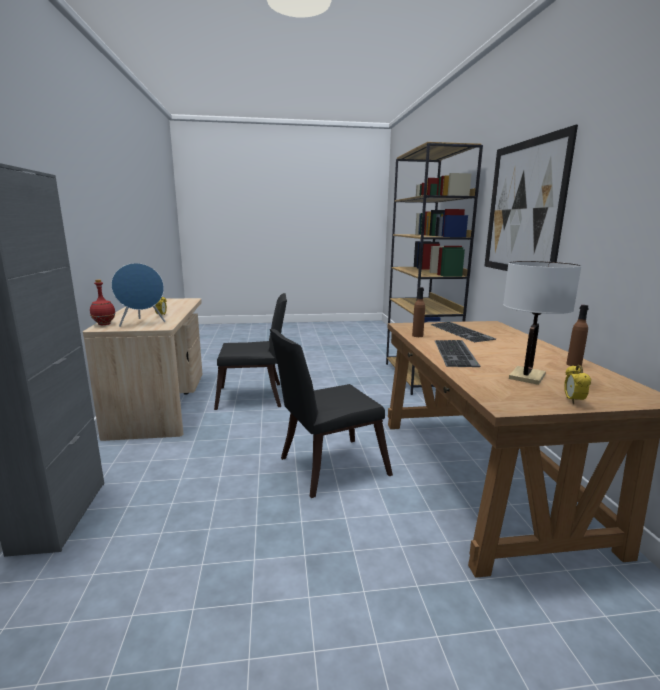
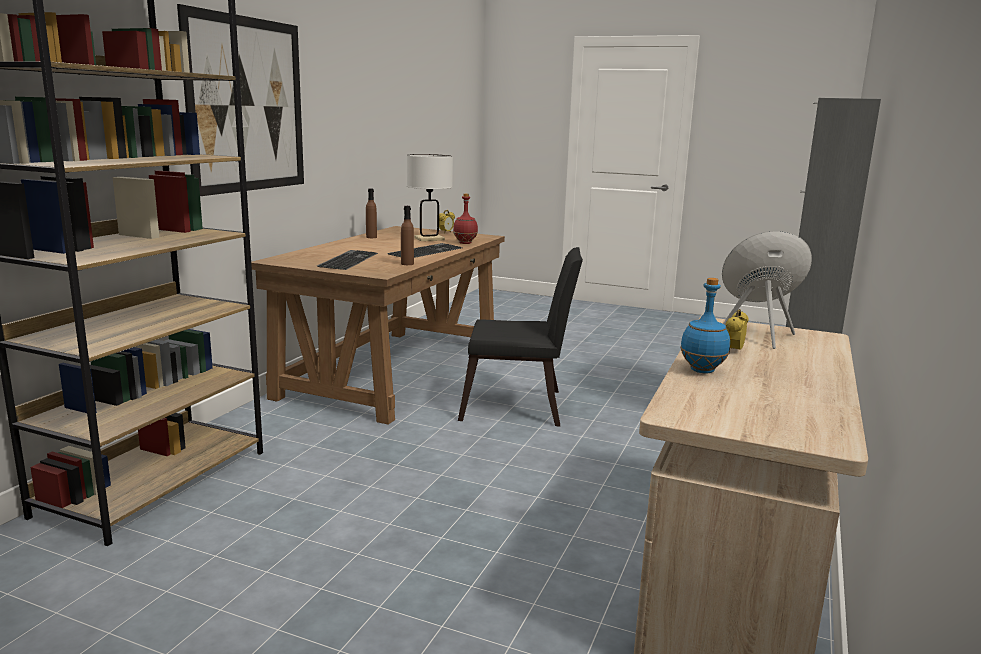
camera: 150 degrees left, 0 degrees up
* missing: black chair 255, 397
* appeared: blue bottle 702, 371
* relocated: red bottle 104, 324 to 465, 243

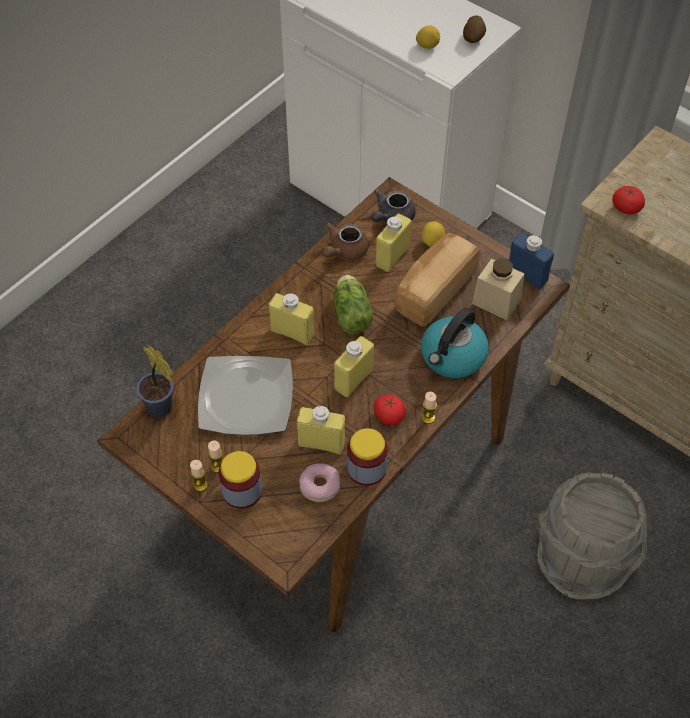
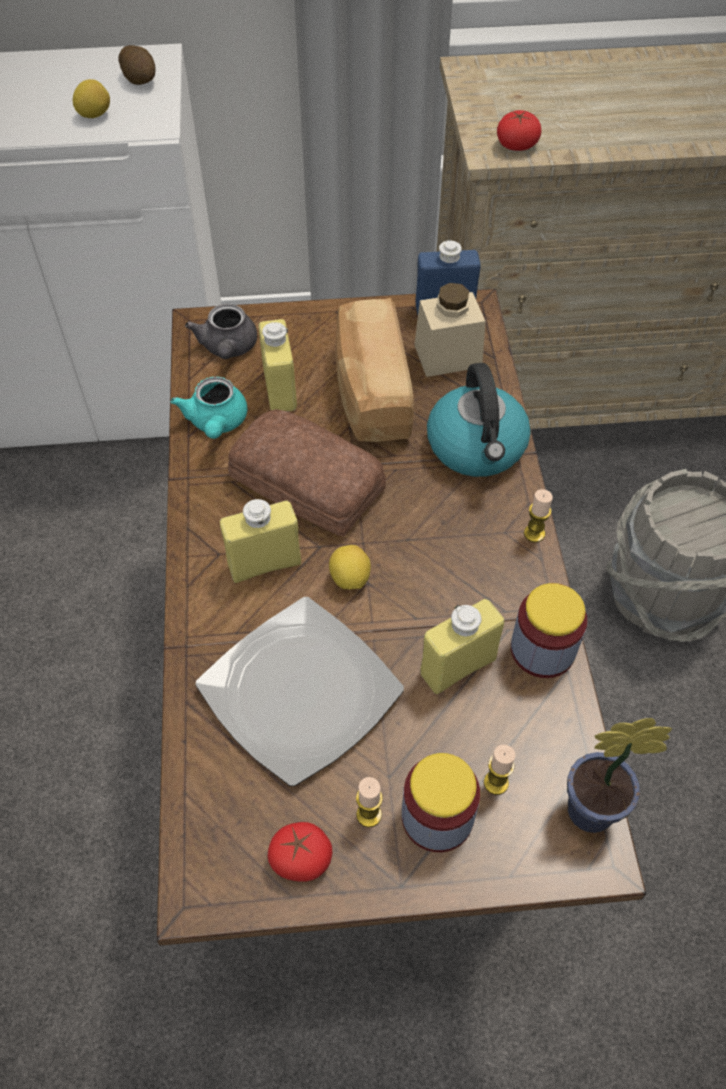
camera: 45 degrees left, 0 degrees up
* missing: donut 320, 486
* missing: yellow bottle 353, 379
* relocated: potted plant 162, 409 to 597, 810
* relocated: candle 200, 485 to 496, 783
* relocated: tomato 389, 415 to 301, 858
* relocated: lemon 432, 241 to 350, 578
* exchanged: lettuce 351, 312 to bread 307, 485
* colour: brown teapot 344, 251 to turquoise teapot 216, 423

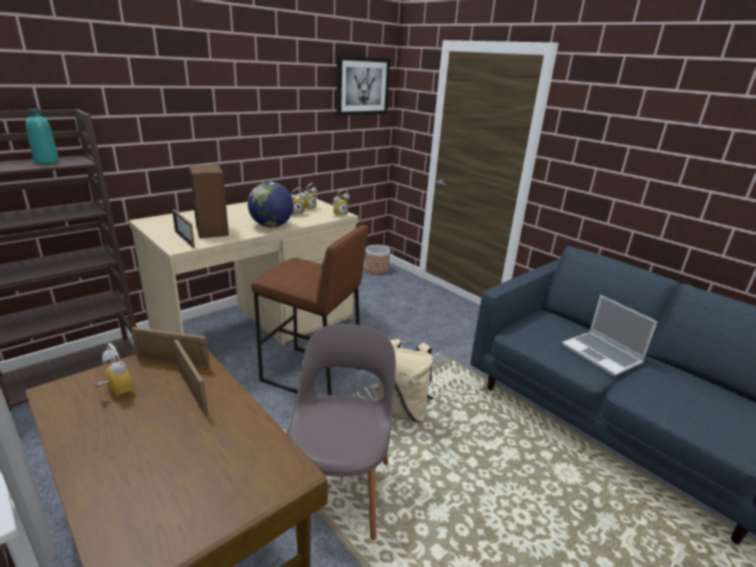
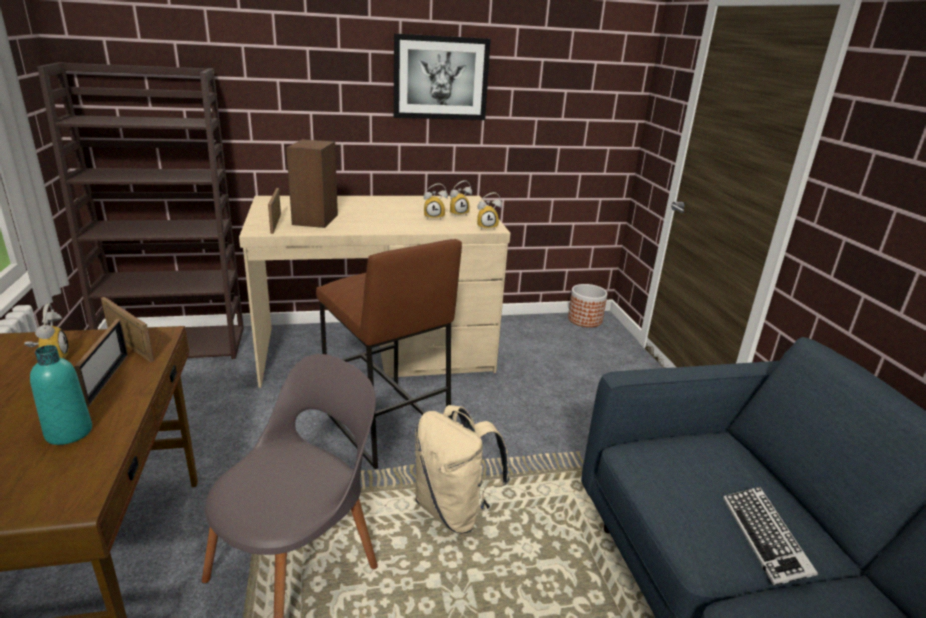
camera: 30 degrees right, 0 degrees up
* missing: globe 271, 226
* relocated: turquoise bottle 46, 162 to 69, 432
* relocated: picture 362, 86 to 440, 78
* exchanged: laptop 602, 355 to keyboard 764, 539

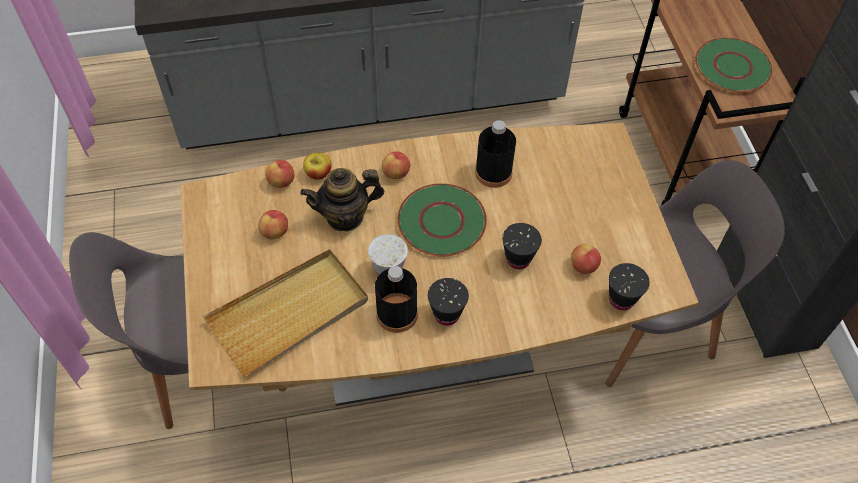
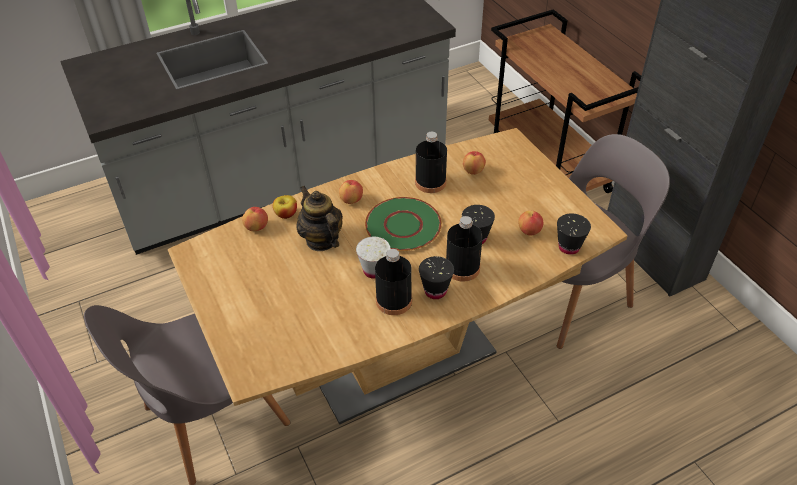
camera: 15 degrees left, 10 degrees down
* missing: beige tray 289, 314
* missing: green plate 732, 66
* appeared: black bottle 462, 268
* relocated: apple 275, 232 to 473, 171
* spun: teapot 345, 216 = 321, 240 90 degrees clockwise

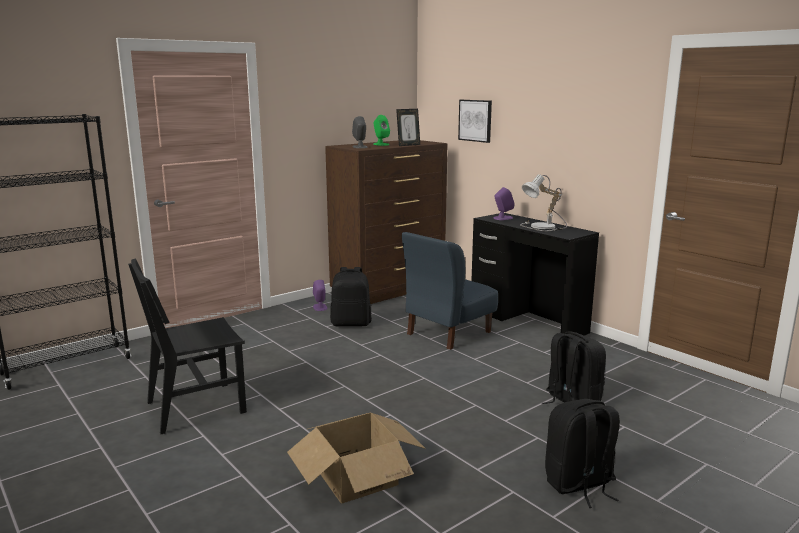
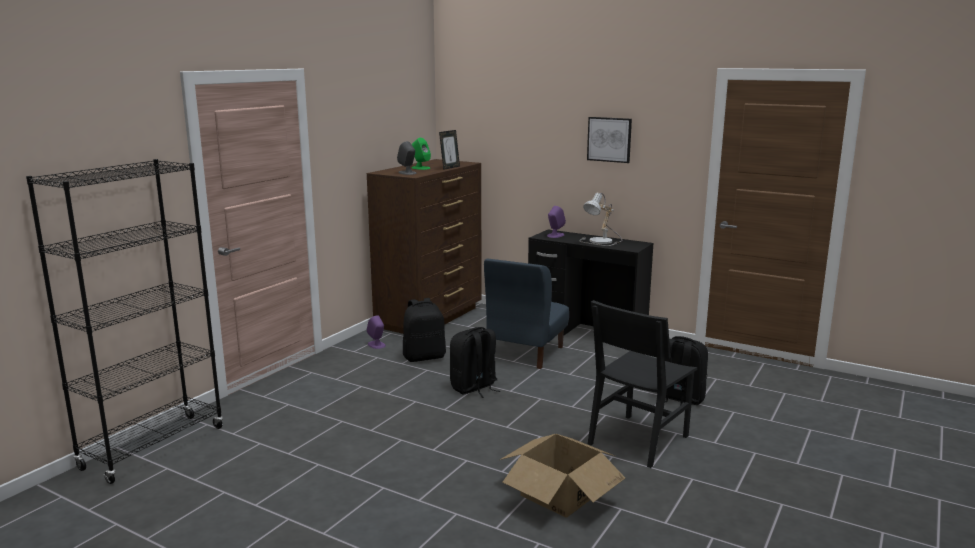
camera: 20 degrees left, 0 degrees up
* relocated: black chair 195, 407 to 638, 440
* relocated: picture 475, 120 to 609, 139
* relocated: black backpack 579, 485 to 474, 388

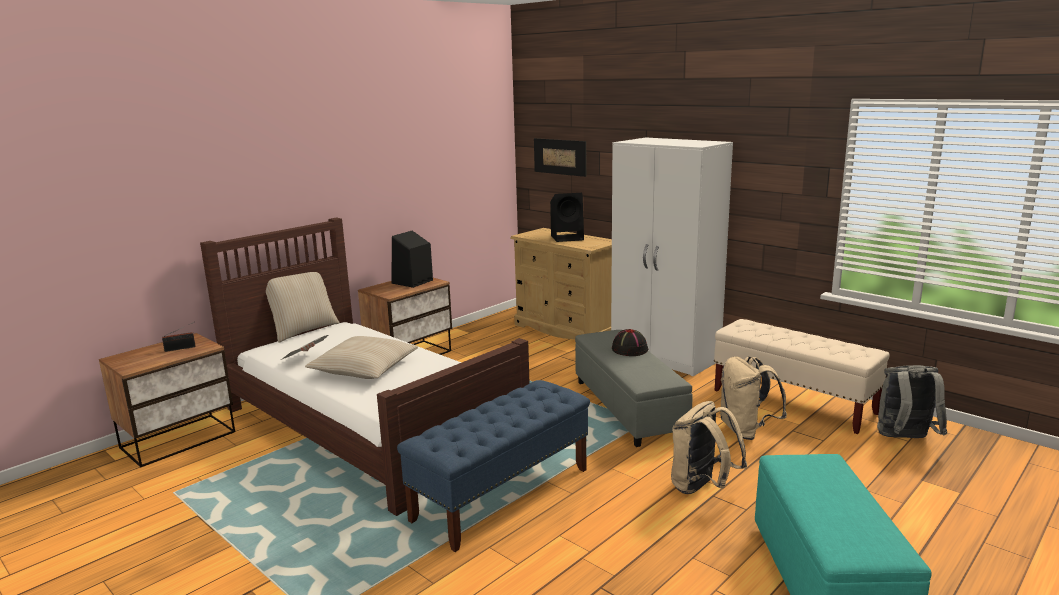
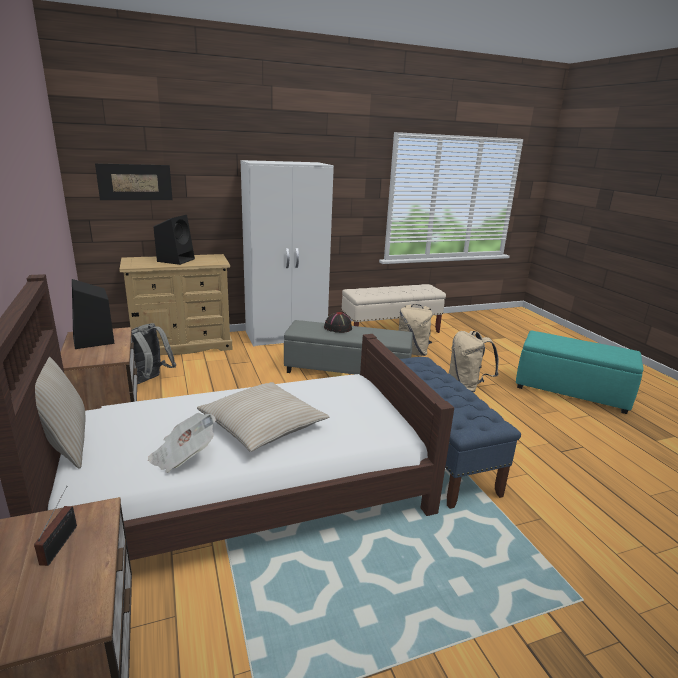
camera: 65 degrees left, 5 degrees up
* relocated: grey backpack 905, 439 to 148, 381

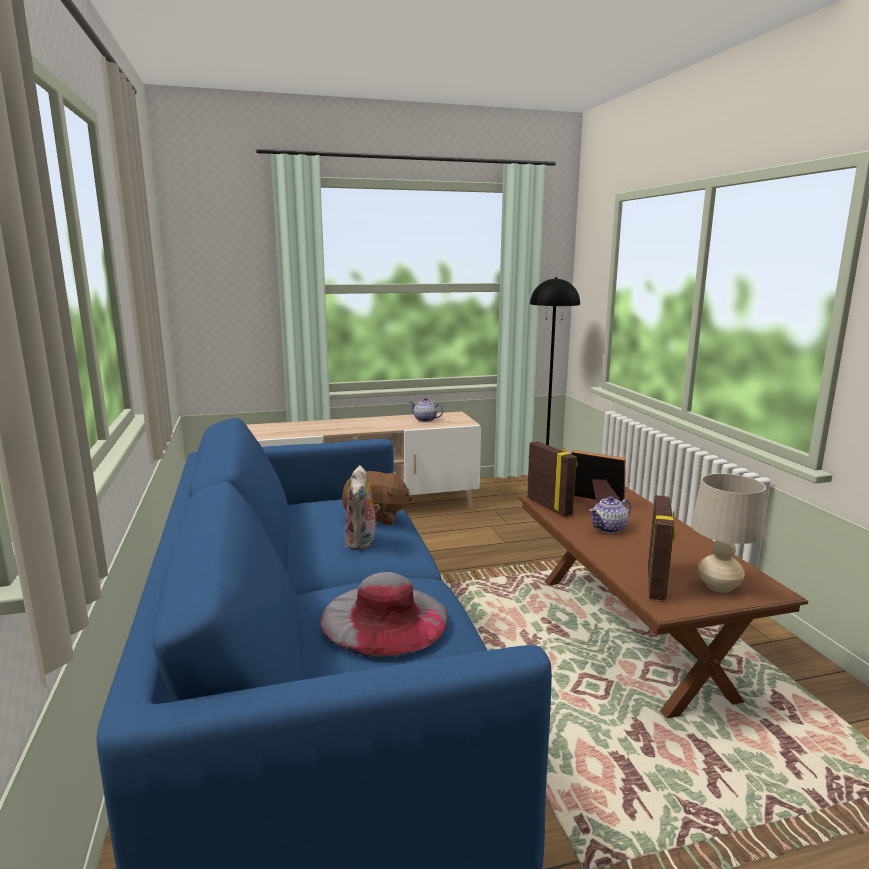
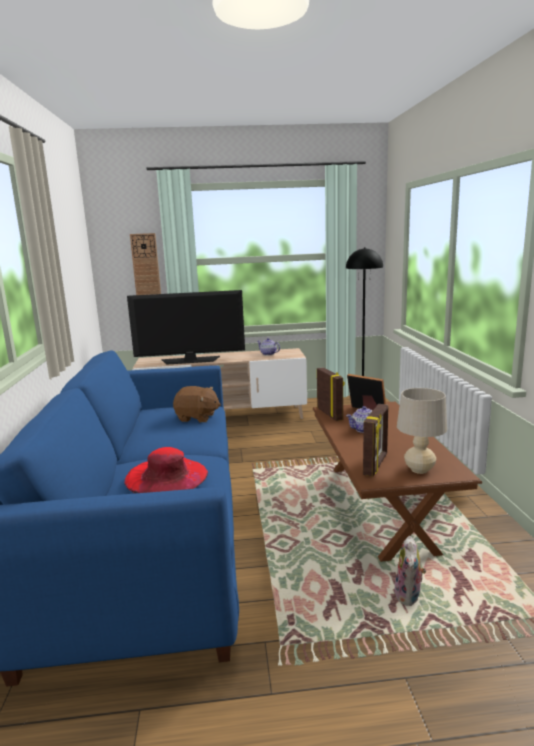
camera: 10 degrees right, 0 degrees up
* appeared: television 190, 360
* appeared: wall clock 146, 267
* relocated: plush toy 362, 542 to 409, 597
* colour: grey hat 384, 618 to red hat 166, 476

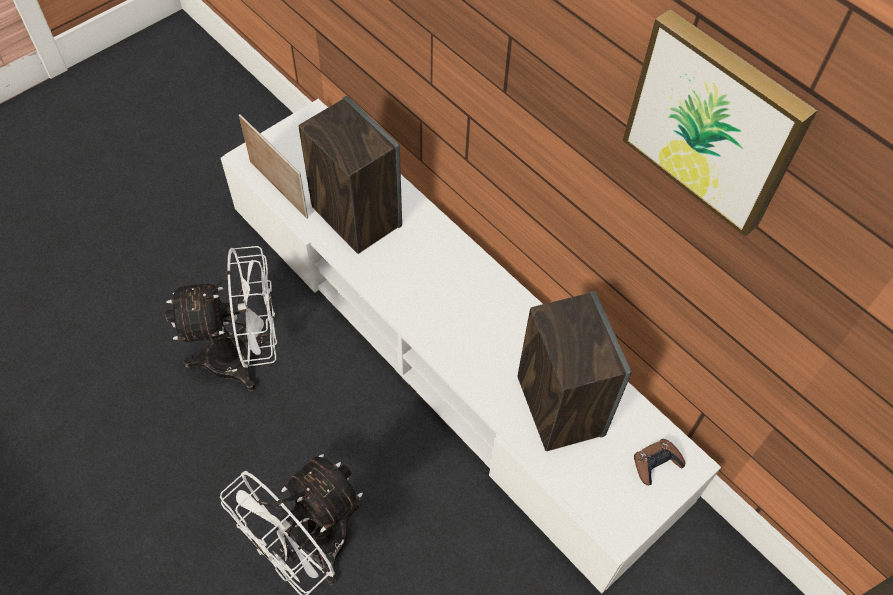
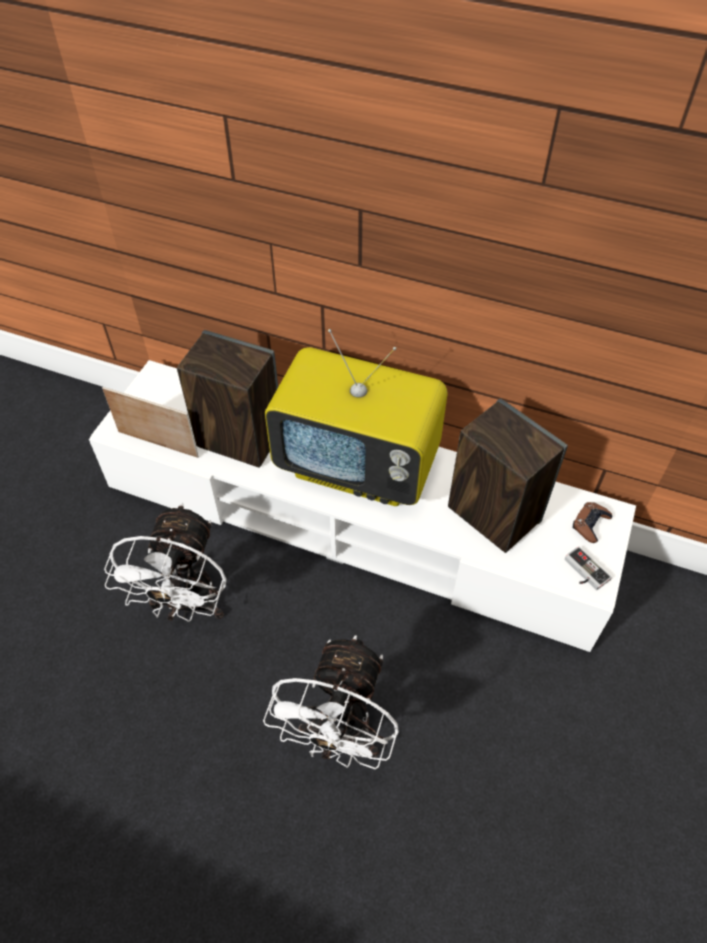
camera: 25 degrees left, 5 degrees down
* missing: picture 715, 122
* appeared: television 359, 466
* appeared: game controller 583, 572
* spun: white fan 244, 357 = 188, 605 135 degrees clockwise

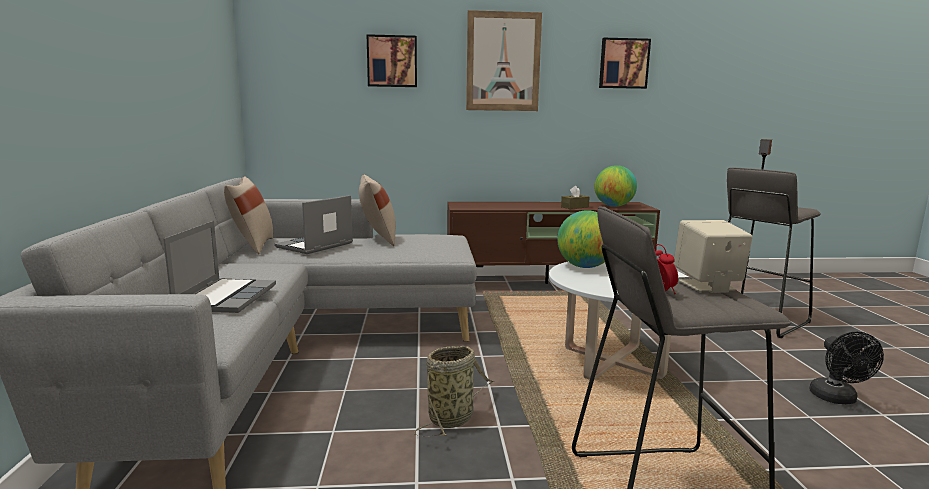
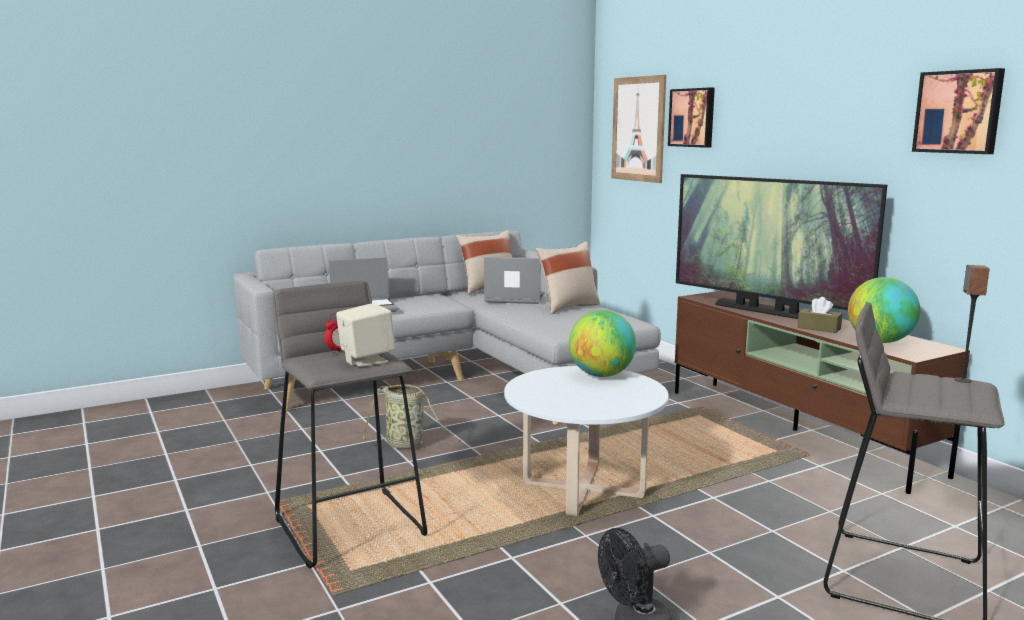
camera: 65 degrees right, 0 degrees up
* appeared: television 766, 311
* relocated: picture 503, 62 to 638, 129

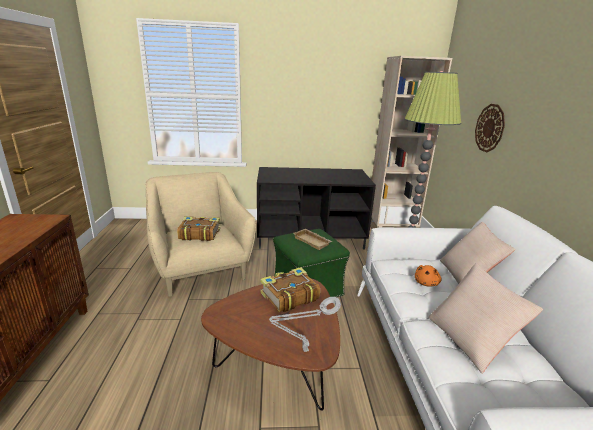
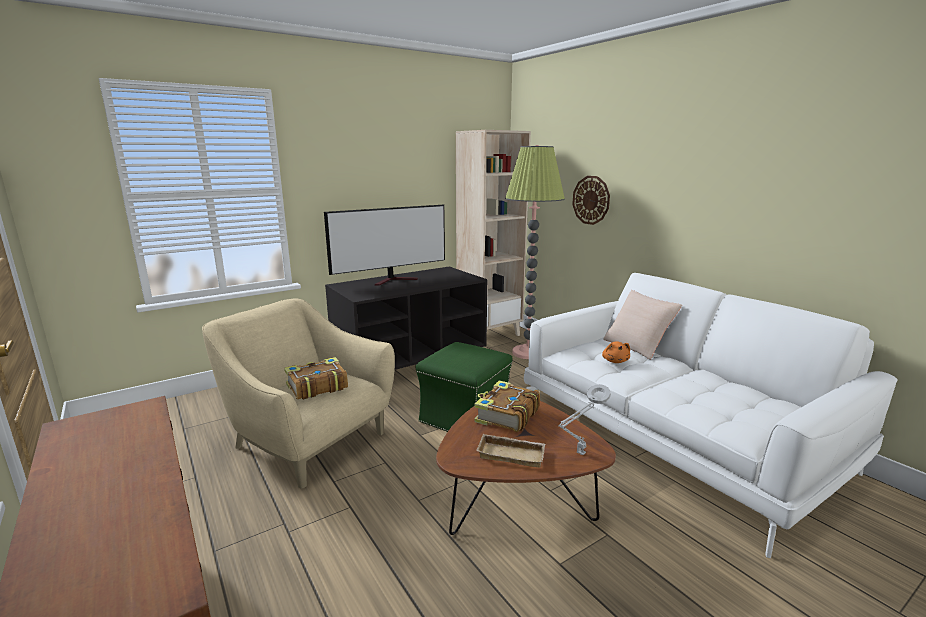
camera: 30 degrees left, 5 degrees down
* missing: beige pillow 471, 339
* appeared: television 395, 280
* relocated: beige tray 313, 241 to 512, 454

